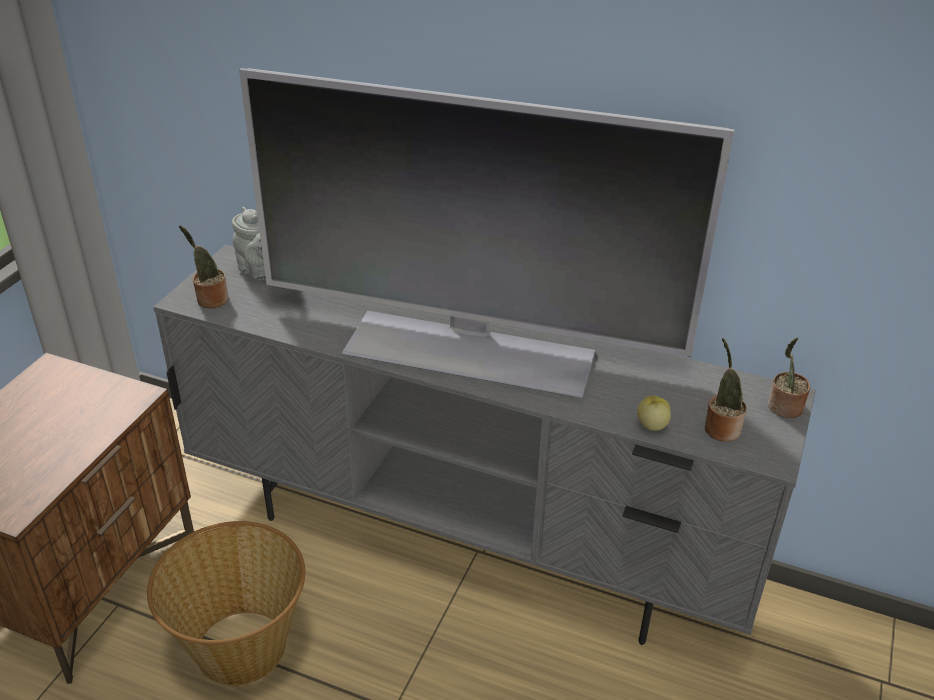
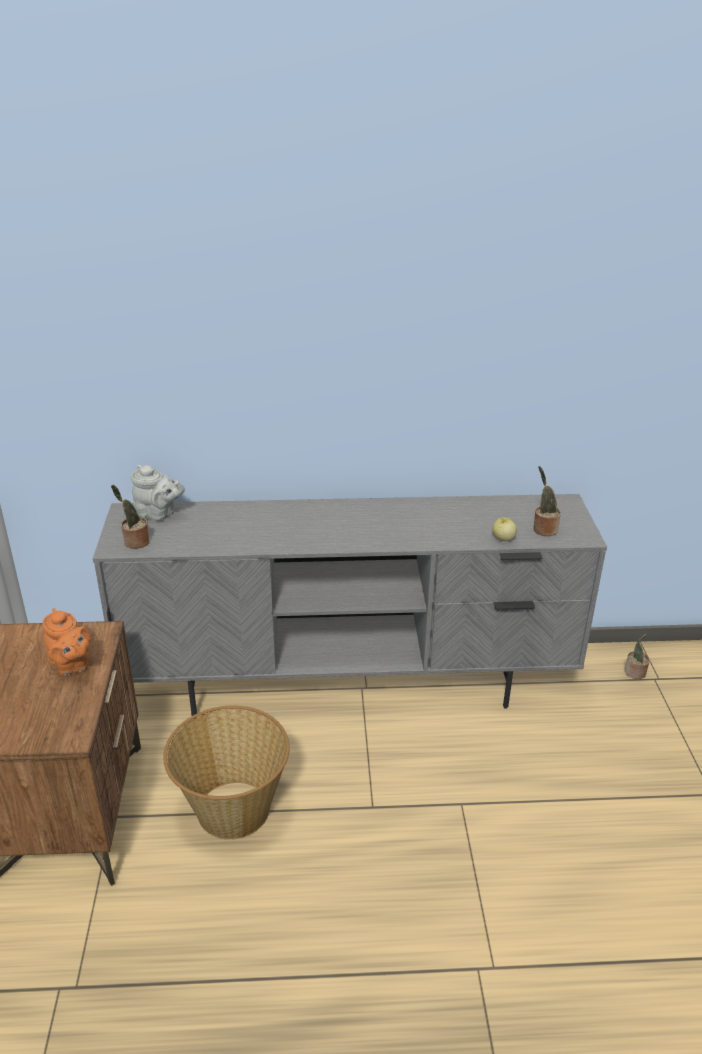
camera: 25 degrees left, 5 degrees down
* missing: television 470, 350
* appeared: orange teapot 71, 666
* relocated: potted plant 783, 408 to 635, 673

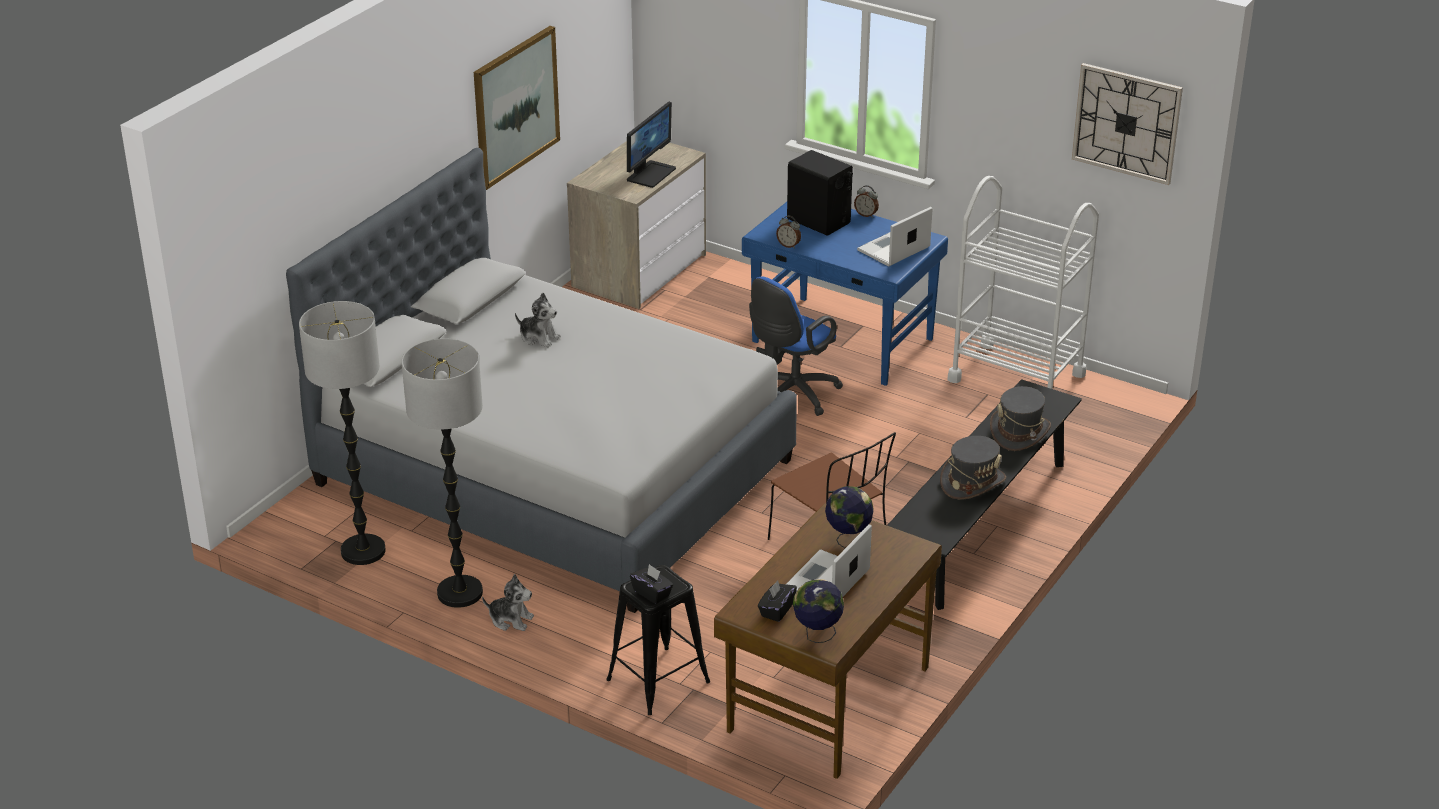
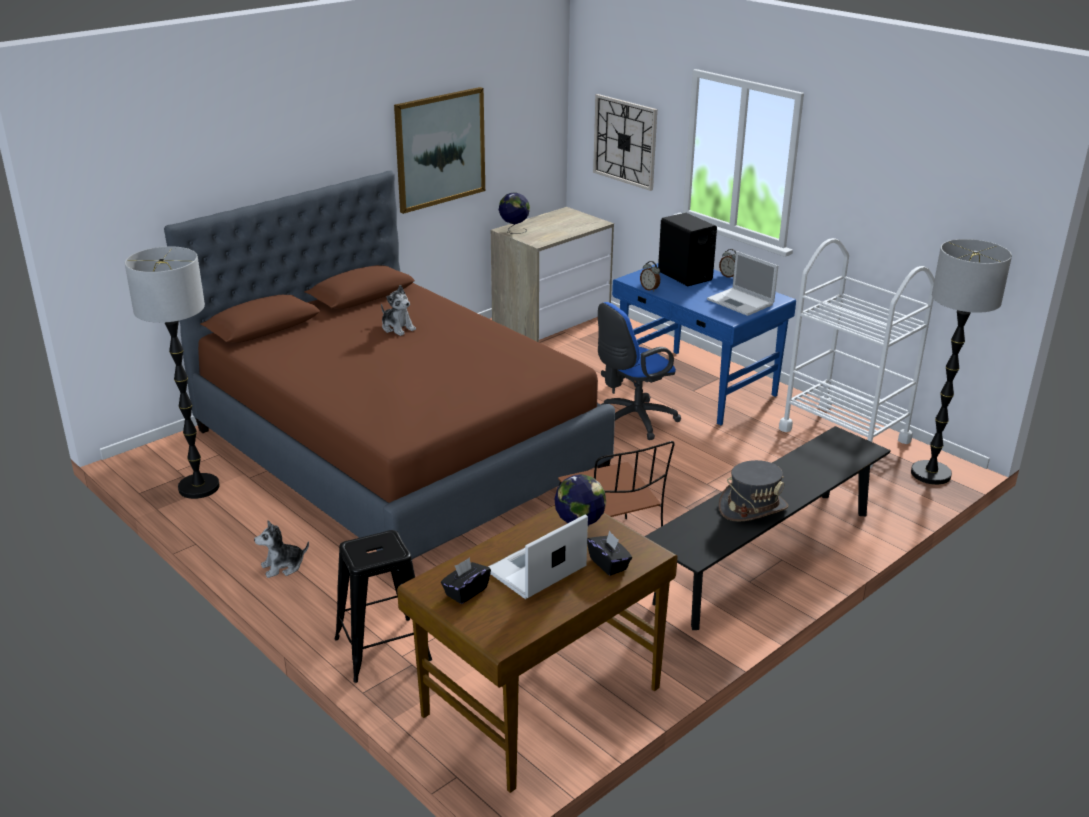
camera: 15 degrees right, 5 degrees down
* missing: monitor 650, 174
* missing: grey hat 1019, 433
* relocated: floor lamp 460, 593 to 931, 474
* relocated: black tissue box 652, 593 to 609, 564
* relocated: globe 817, 635 to 514, 231
* relocated: wall clock 1126, 123 to 625, 141
* colour: grey bed 554, 471 to brown bed 398, 450
* spun: plush toy 510, 619 = 283, 566 120 degrees clockwise
* spun: laptop 893, 249 = 741, 302 105 degrees counterclockwise

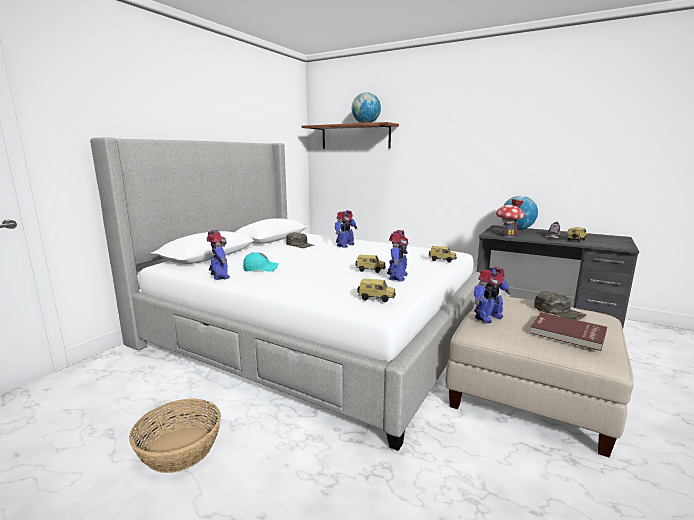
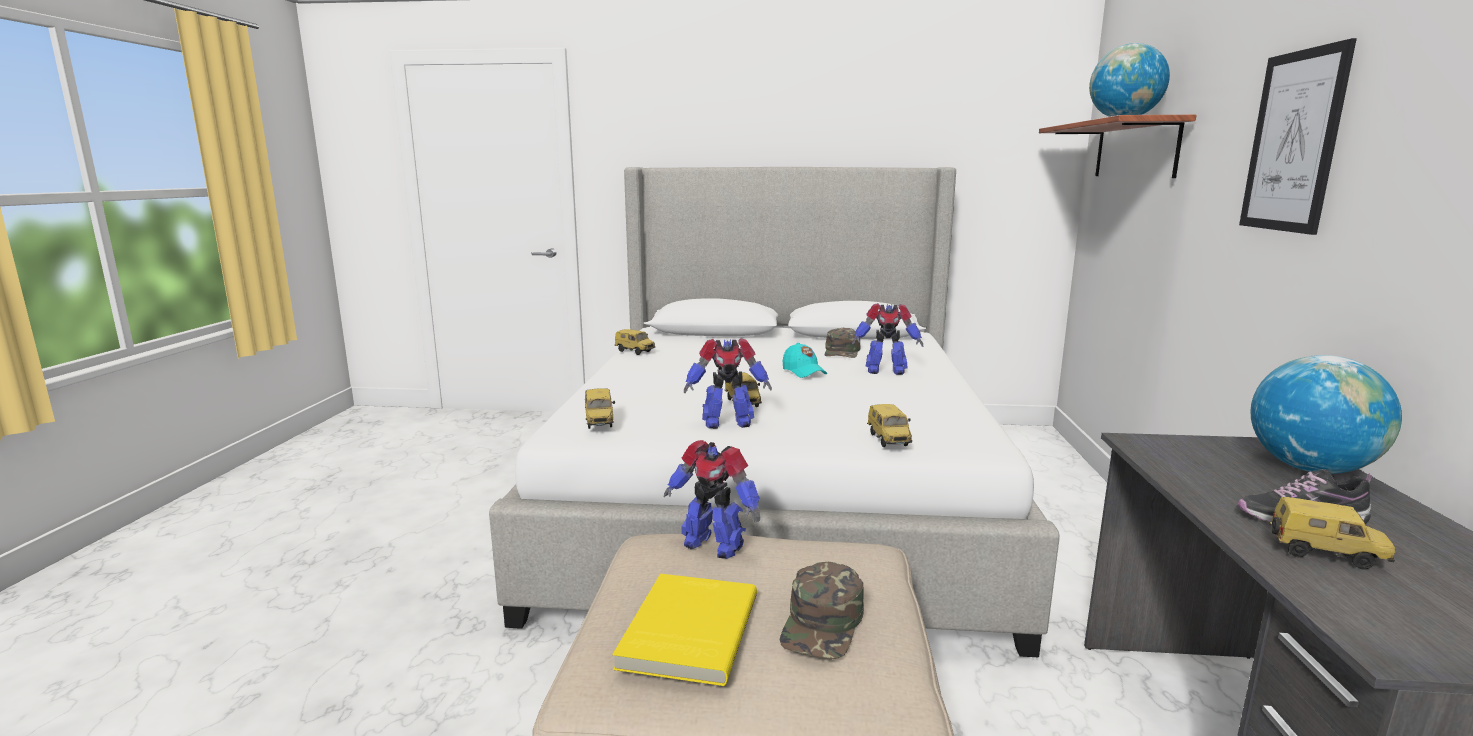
camera: 65 degrees right, 0 degrees up
* missing: basket 180, 449
* missing: toy house 507, 236
* appeared: picture 1293, 142
* relocated: turquoise cap 261, 269 to 803, 372
* exchanged: toy robot 219, 276 to toy car 635, 351
* colour: red book 567, 333 to yellow book 686, 631

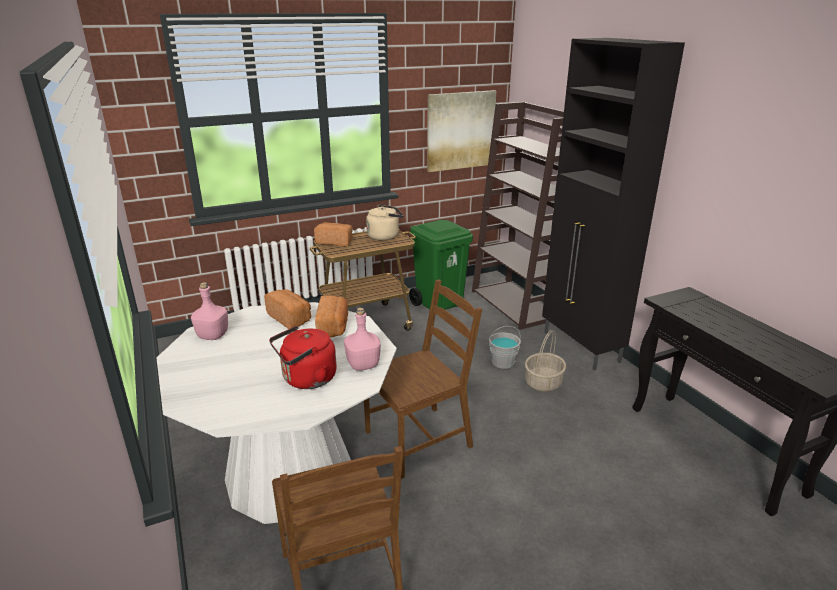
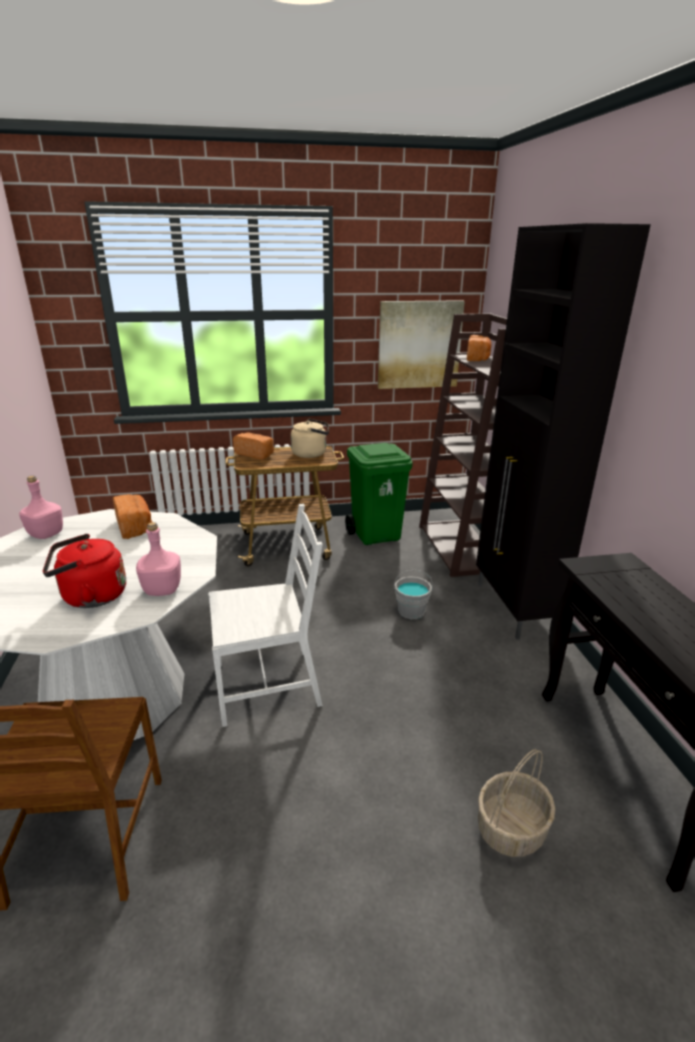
camera: 15 degrees right, 0 degrees up
* relocated: bread 333, 327 to 478, 359
* relocated: basket 543, 382 to 511, 828
* colour: brown chair 419, 439 to white chair 268, 684

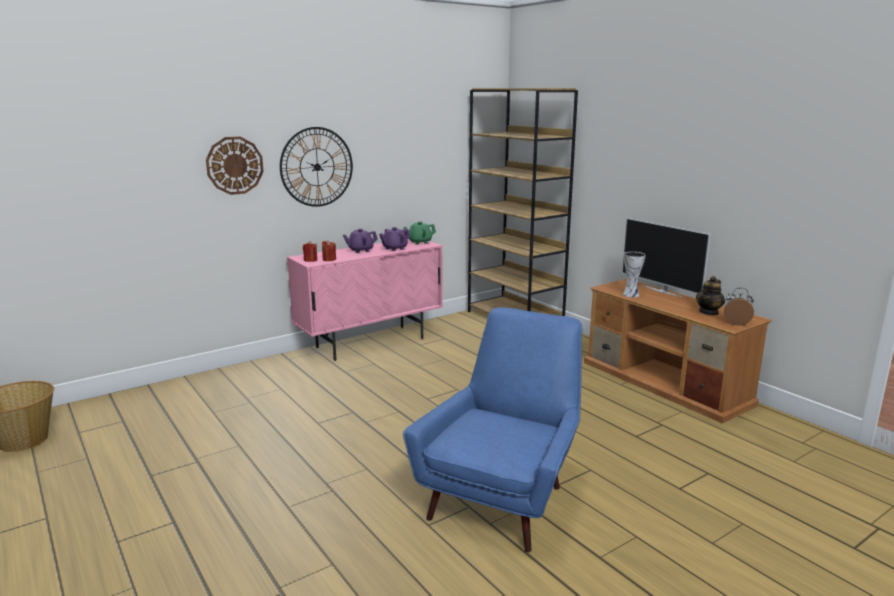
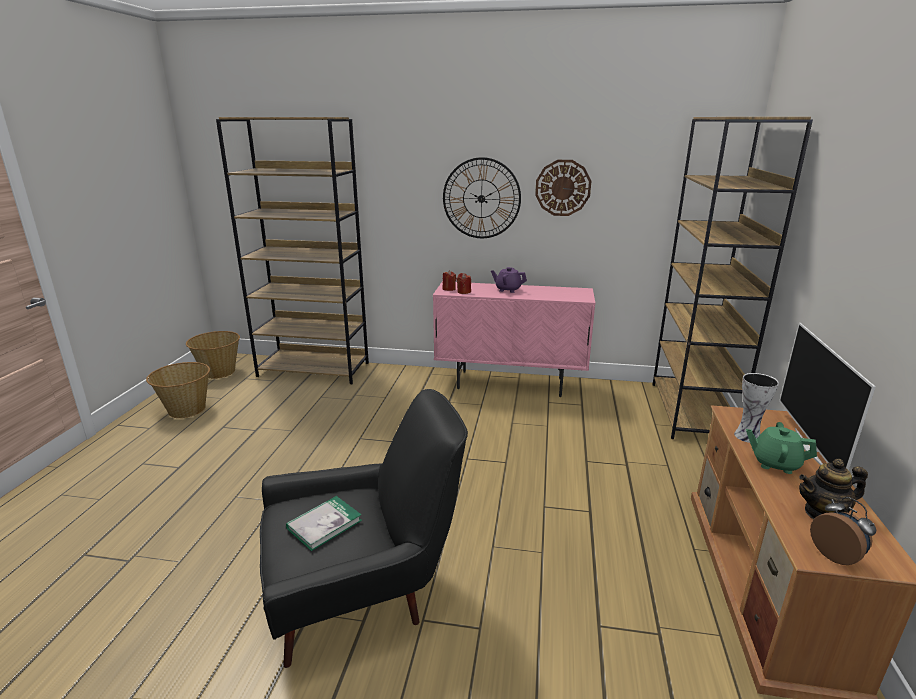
camera: 45 degrees right, 5 degrees up
* missing: purple teapot 394, 249
* appeared: basket 186, 409
* appeared: brown bookcase 314, 369
* appeared: book 324, 524
* relocated: wall clock 234, 165 to 563, 188
* relocated: green teapot 419, 242 to 775, 463
* colour: blue armchair 504, 496 to black armchair 363, 594

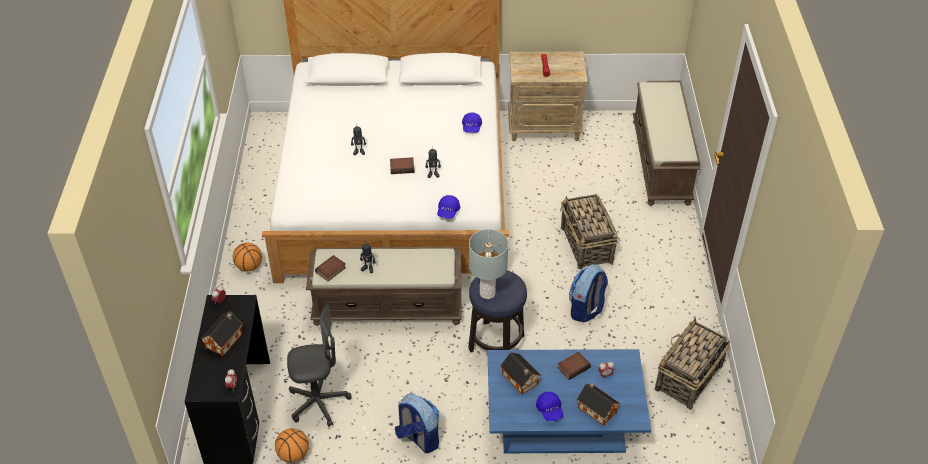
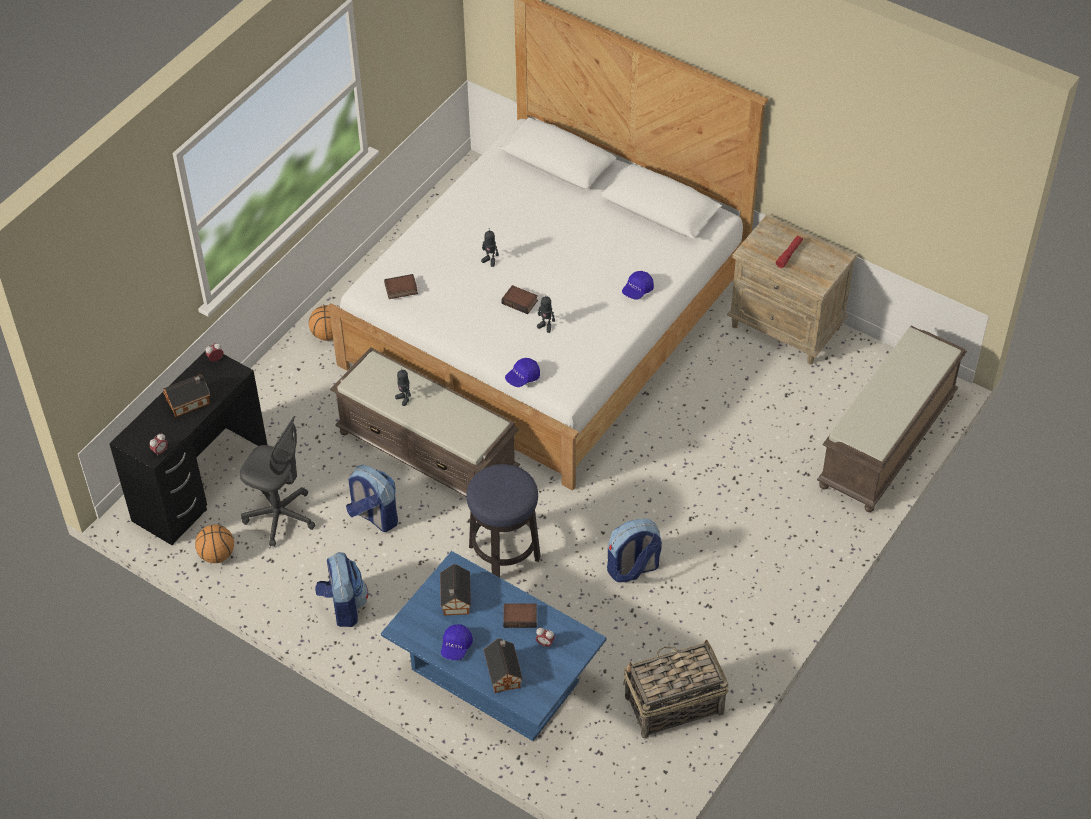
camera: 35 degrees right, 5 degrees up
* missing: grey table lamp 487, 293
* missing: basket 586, 245
* appeared: backpack 374, 516
* relocated: book 331, 271 to 401, 289

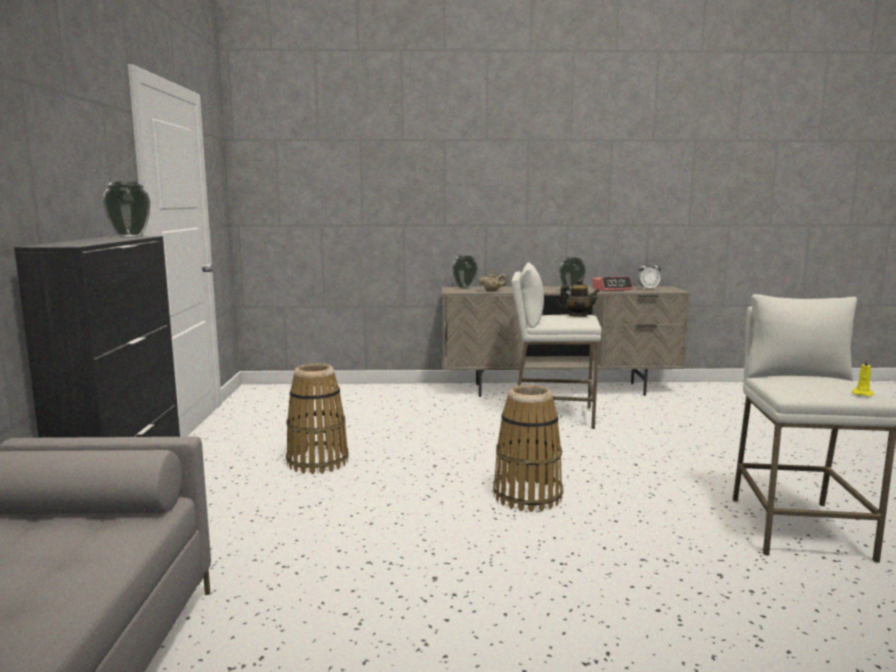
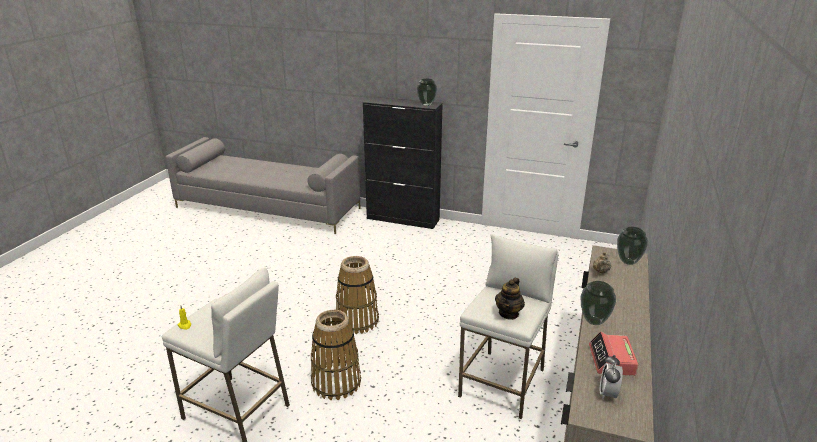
camera: 110 degrees right, 15 degrees up
* relocated: basket 318, 462 to 336, 383

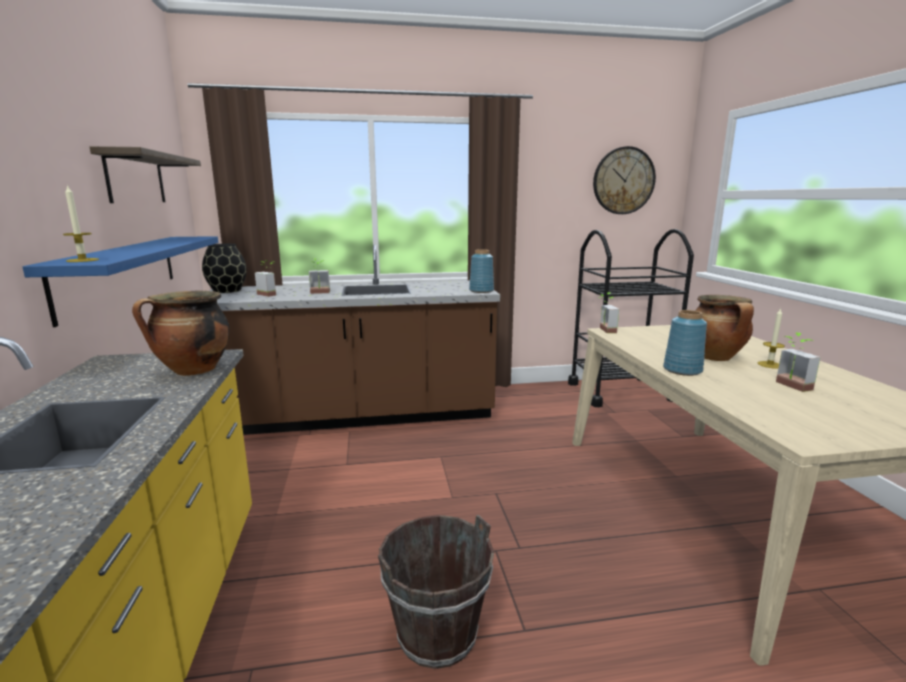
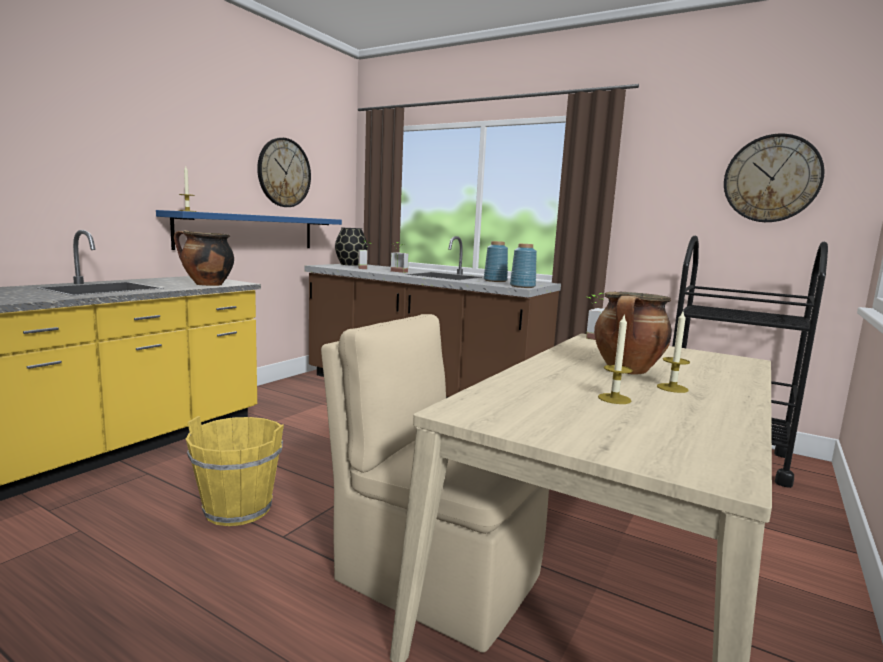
camera: 40 degrees right, 5 degrees down
* appeared: beige chair 434, 575
* relocated: blue vase 681, 370 to 495, 280
* exchanged: shelf 136, 178 to wall clock 284, 173
* exchanged: potted plant 789, 386 to candle 614, 399
* colour: brown bucket 437, 634 to yellow bucket 238, 509

